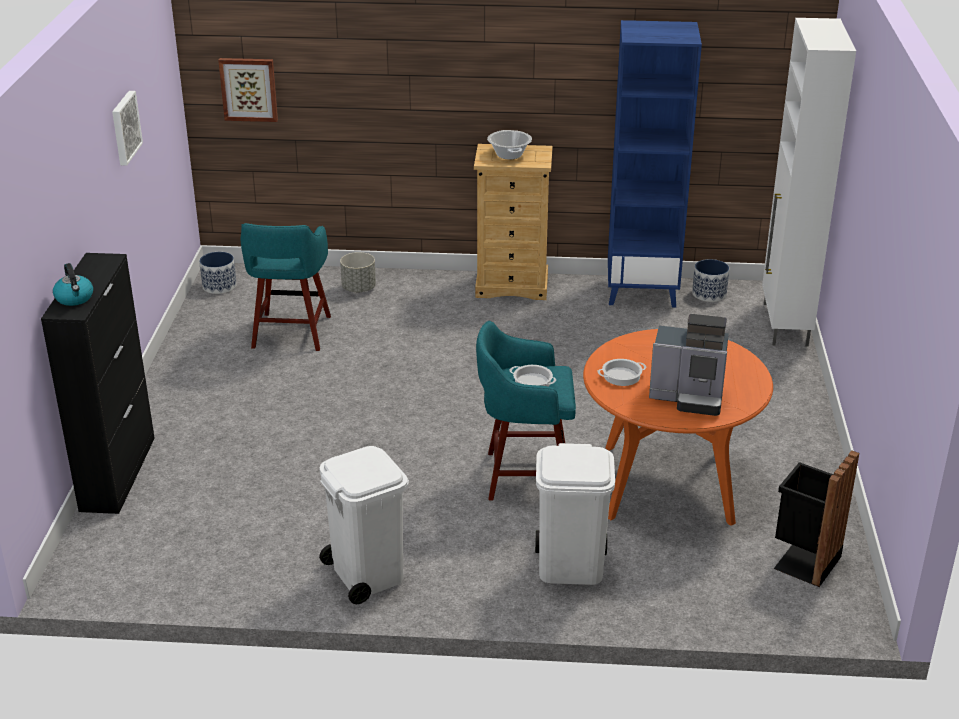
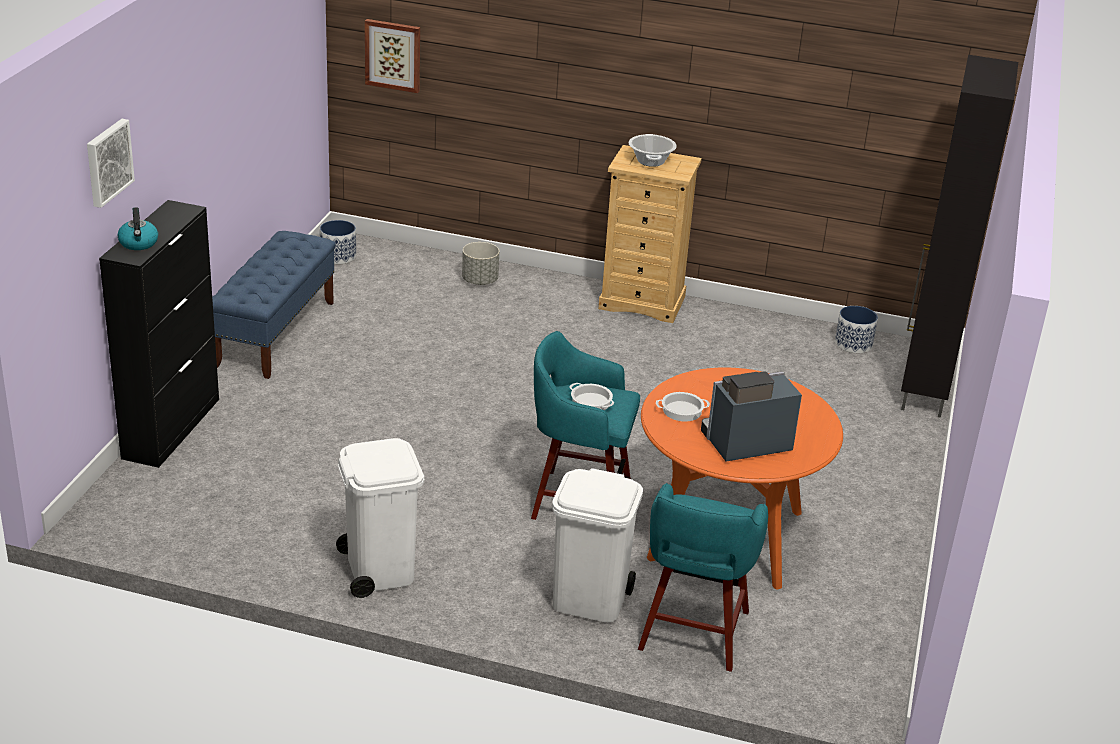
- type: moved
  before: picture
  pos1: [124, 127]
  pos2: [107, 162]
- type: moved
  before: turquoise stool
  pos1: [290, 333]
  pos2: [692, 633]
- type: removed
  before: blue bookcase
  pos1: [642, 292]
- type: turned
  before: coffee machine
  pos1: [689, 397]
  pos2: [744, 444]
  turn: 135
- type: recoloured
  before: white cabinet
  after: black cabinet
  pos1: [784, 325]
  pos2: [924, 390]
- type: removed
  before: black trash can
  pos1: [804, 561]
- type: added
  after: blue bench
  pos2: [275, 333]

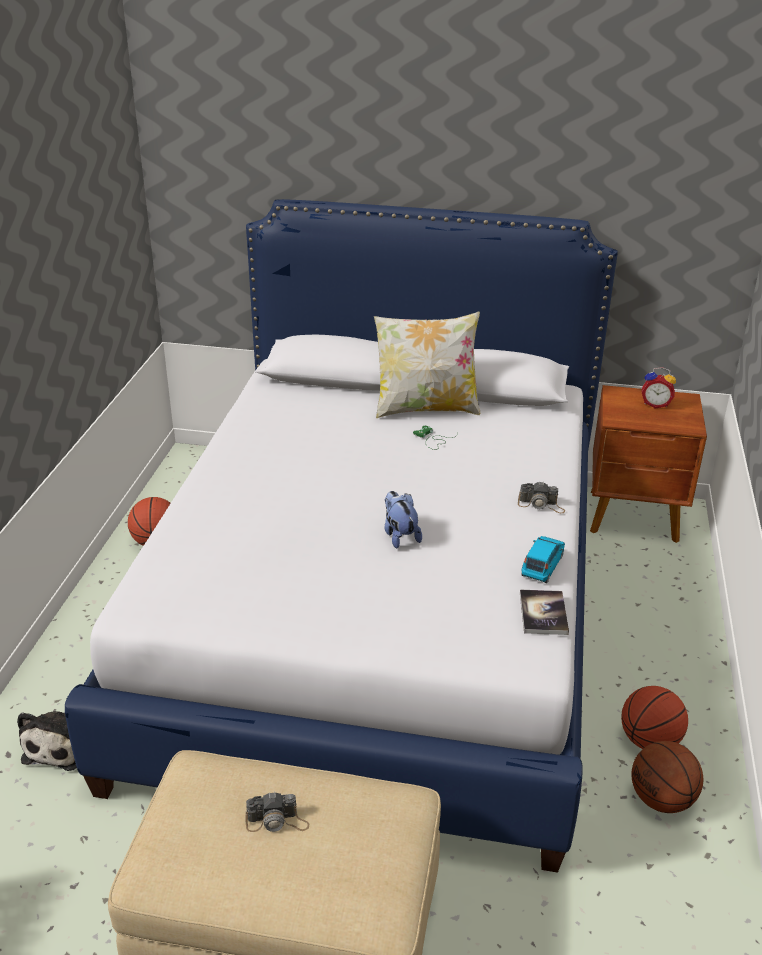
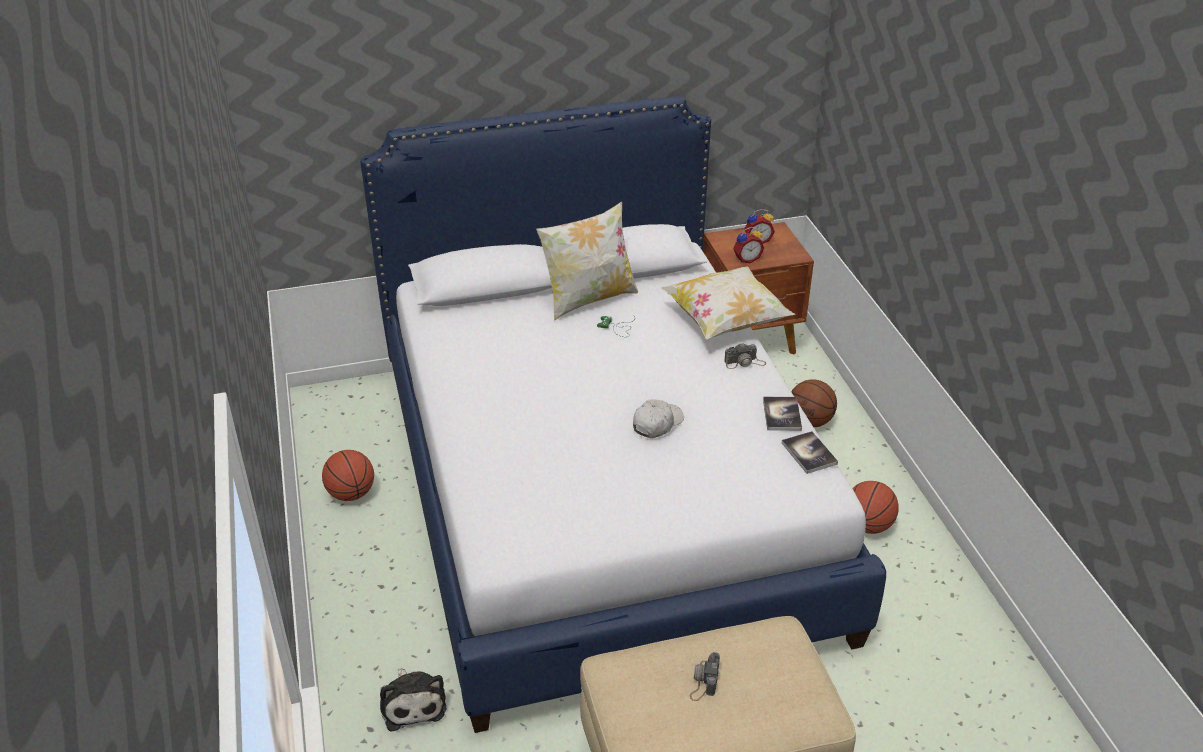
- type: turned
  before: photo camera
  pos1: [277, 821]
  pos2: [704, 681]
  turn: 135
- type: replaced
  before: plush toy
  after: white cap
  pos1: [399, 535]
  pos2: [657, 423]
- type: replaced
  before: blue toy car
  after: book
  pos1: [542, 566]
  pos2: [782, 415]
- type: moved
  before: basketball
  pos1: [662, 800]
  pos2: [810, 421]
- type: added
  after: pillow
  pos2: [725, 322]
- type: added
  after: alarm clock
  pos2: [746, 259]

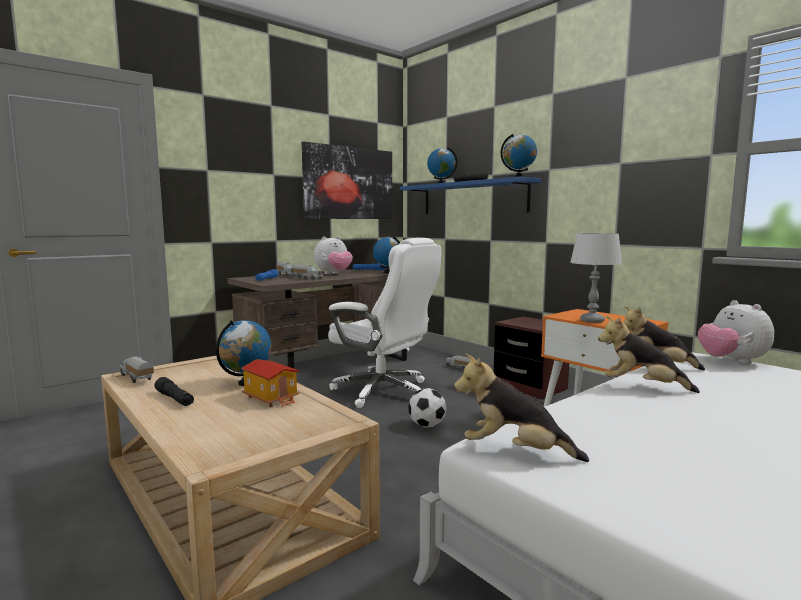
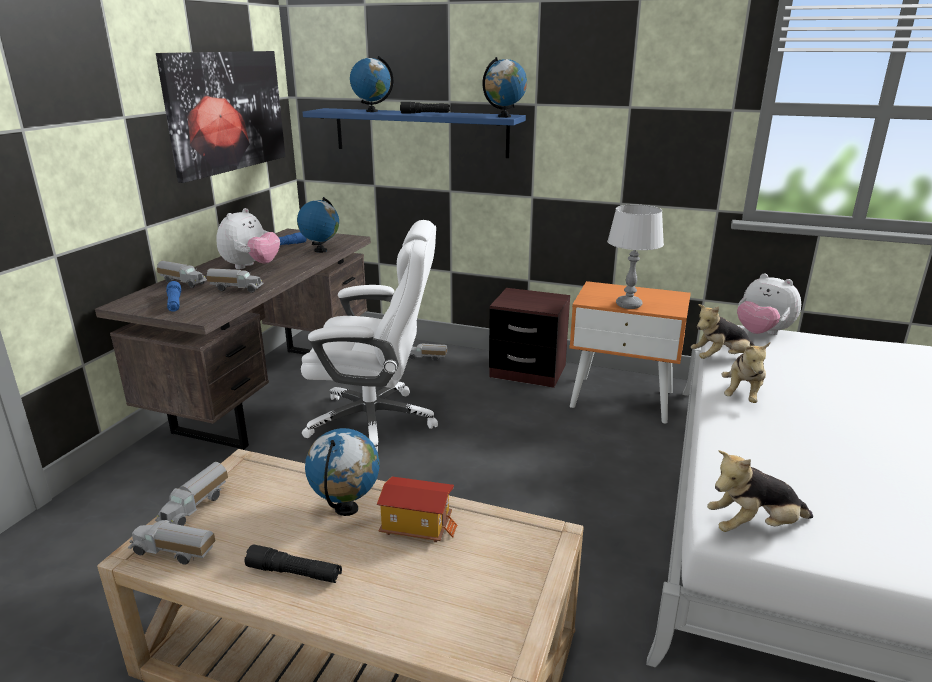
- type: removed
  before: football
  pos1: [427, 425]
- type: turned
  before: plush toy
  pos1: [642, 387]
  pos2: [742, 395]
  turn: -60
- type: added
  after: toy truck
  pos2: [196, 507]

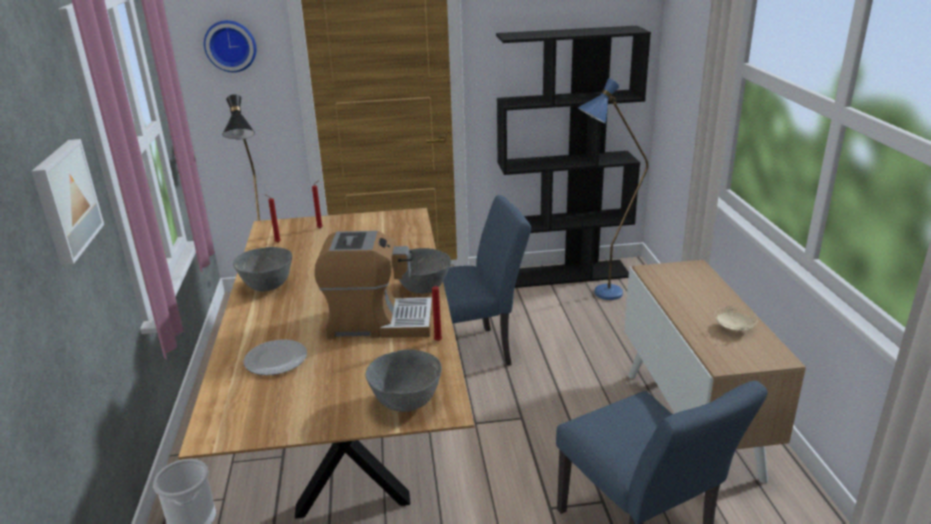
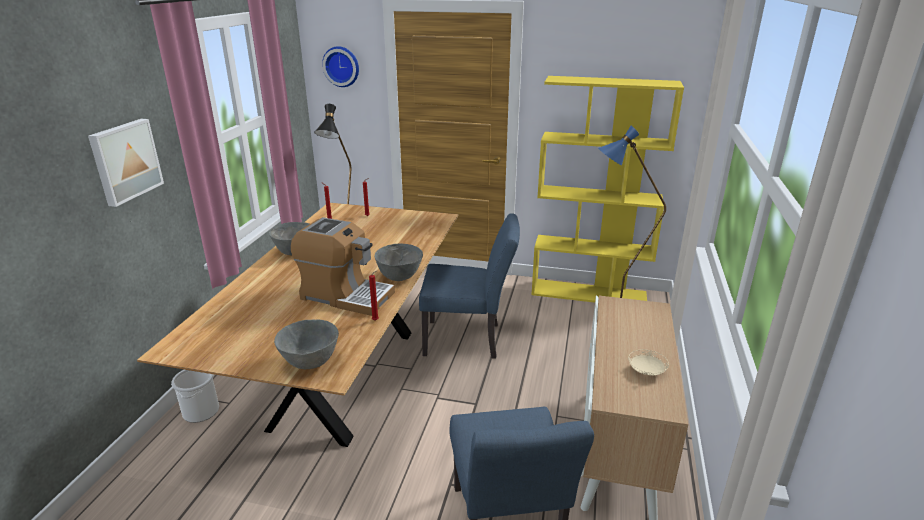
- type: removed
  before: plate
  pos1: [275, 360]
- type: recoloured
  before: black bookcase
  after: yellow bookcase
  pos1: [564, 274]
  pos2: [589, 293]

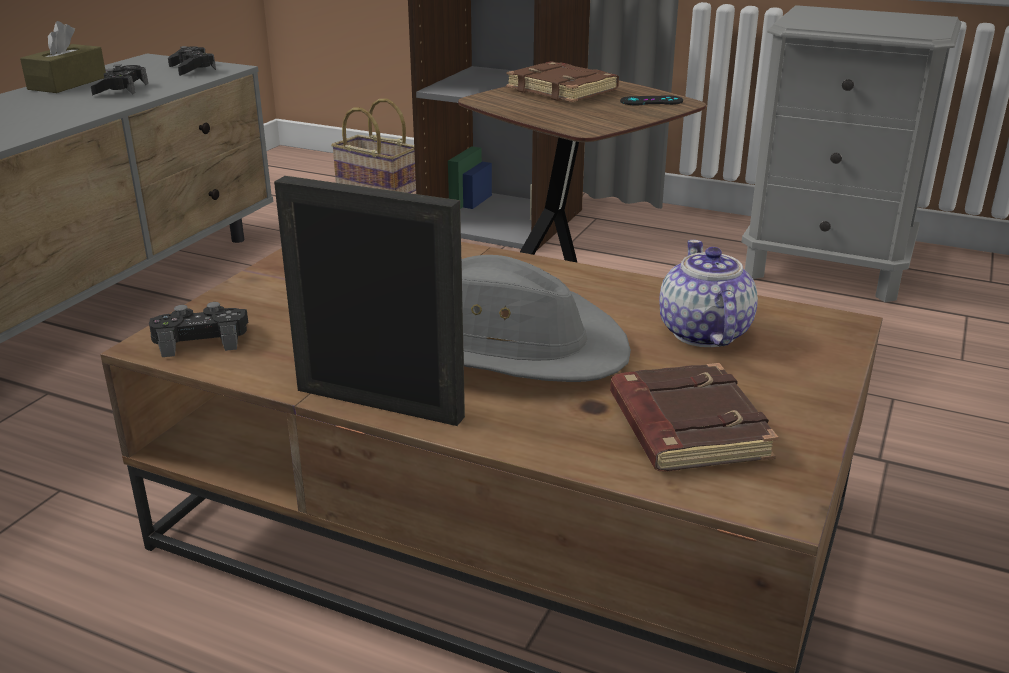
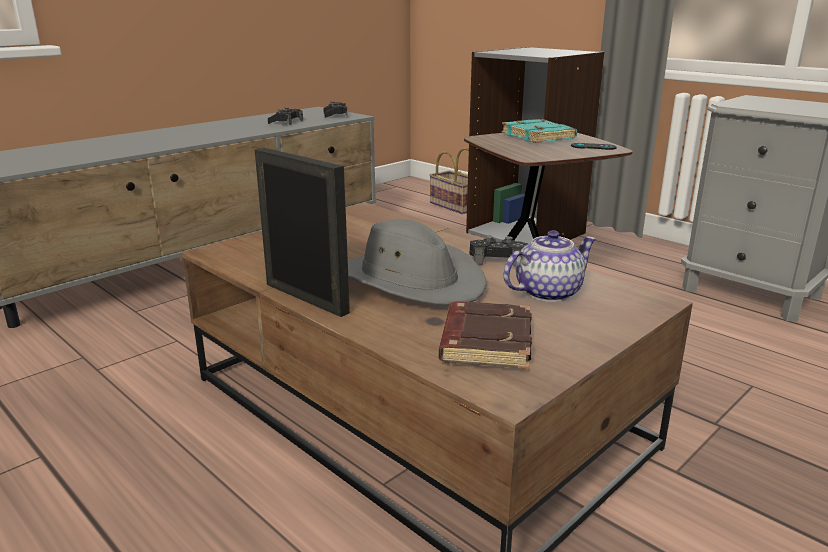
- type: removed
  before: brown tissue box
  pos1: [67, 83]
- type: moved
  before: black game controller
  pos1: [201, 340]
  pos2: [498, 259]
- type: recoloured
  before: brown book
  after: turquoise book
  pos1: [564, 90]
  pos2: [539, 137]
- type: turned
  before: teapot
  pos1: [703, 333]
  pos2: [547, 292]
  turn: 45

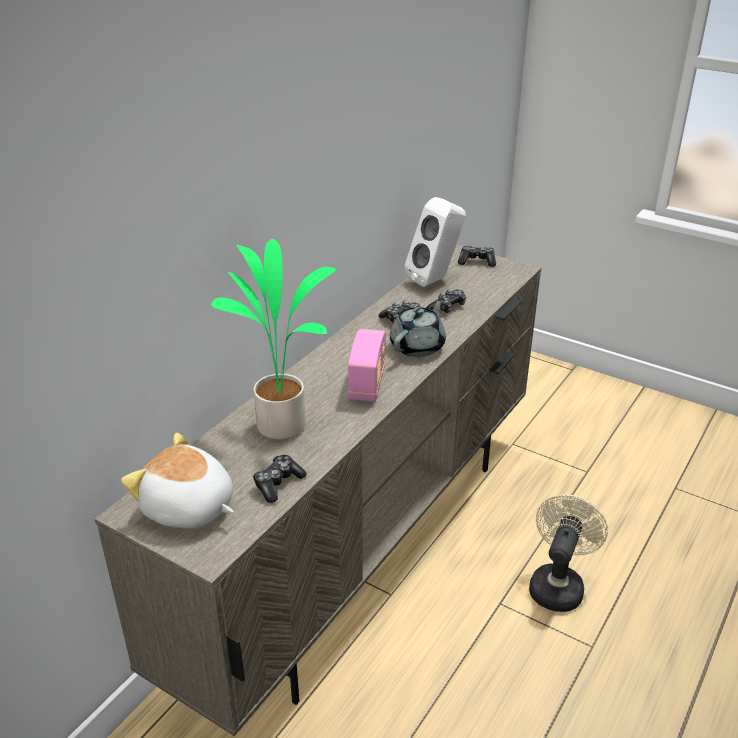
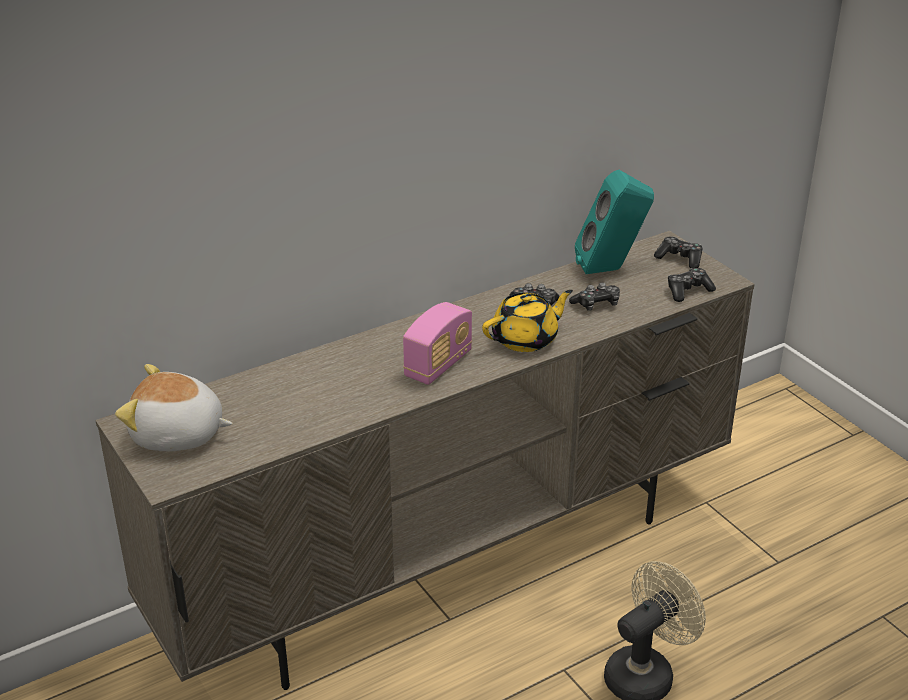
- type: turned
  before: plush toy
  pos1: [188, 508]
  pos2: [177, 435]
  turn: -45
- type: removed
  before: potted plant
  pos1: [282, 424]
- type: moved
  before: game controller
  pos1: [278, 484]
  pos2: [688, 291]
- type: recoloured
  before: grey teapot
  after: yellow teapot
  pos1: [418, 346]
  pos2: [526, 339]
- type: recoloured
  before: white speaker
  after: turquoise speaker
  pos1: [436, 280]
  pos2: [611, 269]

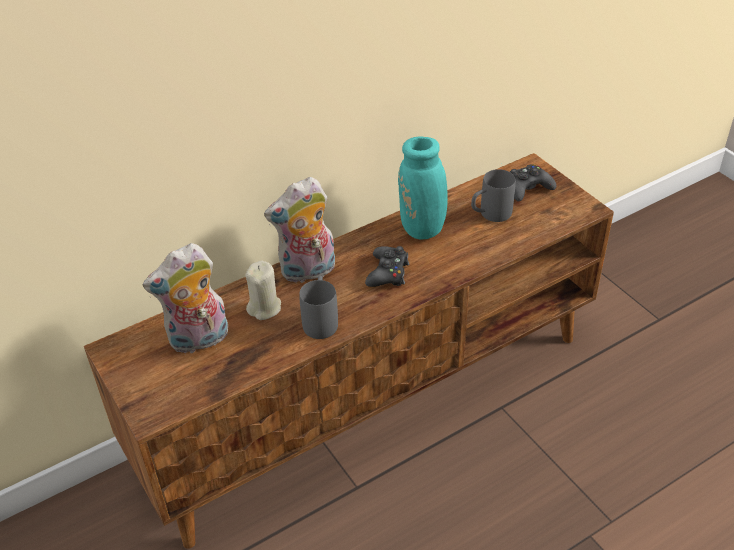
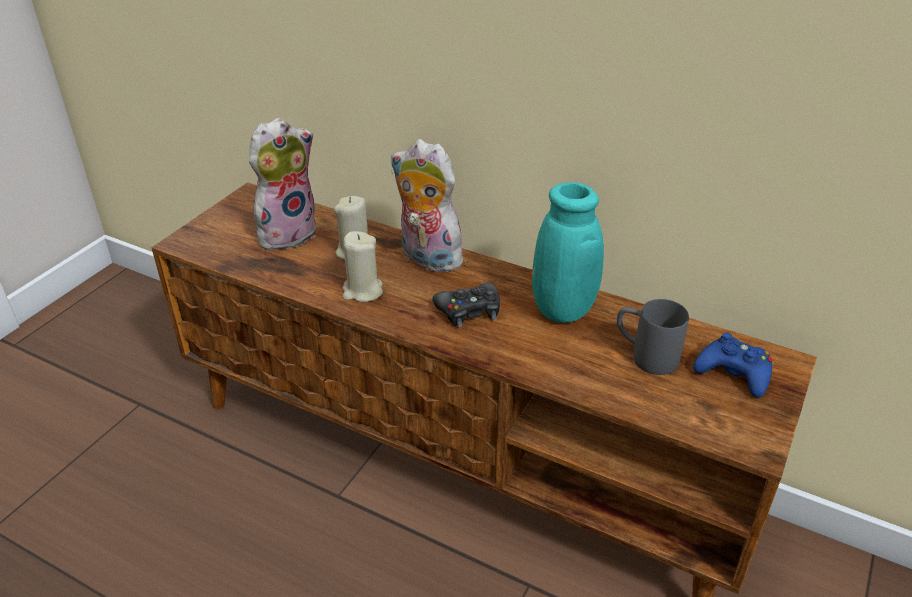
- type: turned
  before: plush toy
  pos1: [198, 340]
  pos2: [287, 232]
  turn: 105
- type: replaced
  before: grey mug
  after: beige candle
  pos1: [321, 320]
  pos2: [362, 291]
- type: recoloured
  before: black game controller
  after: blue game controller
  pos1: [527, 188]
  pos2: [734, 373]

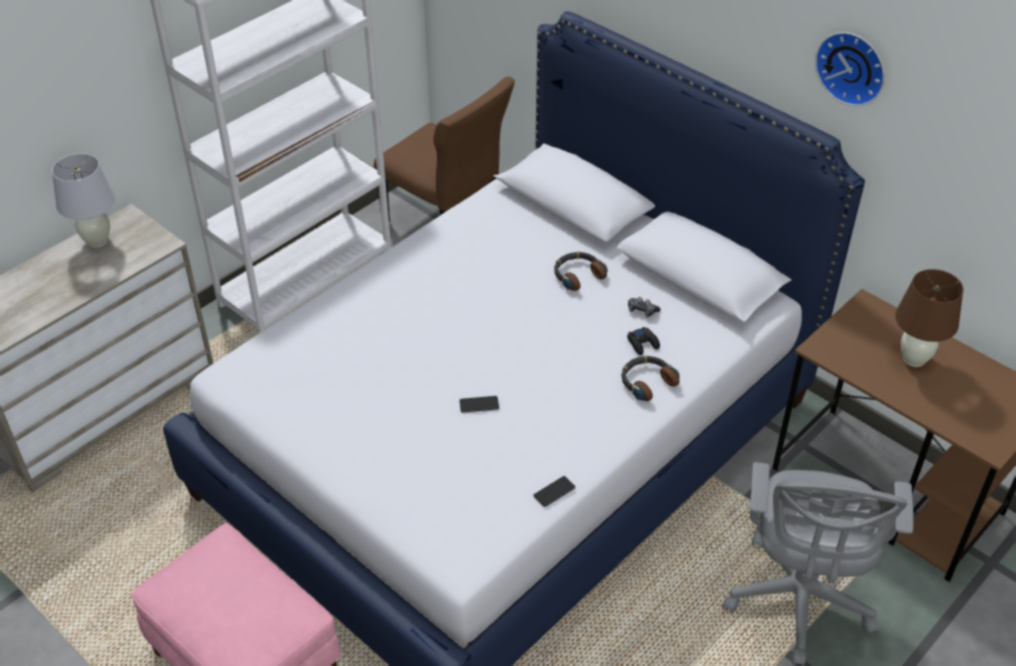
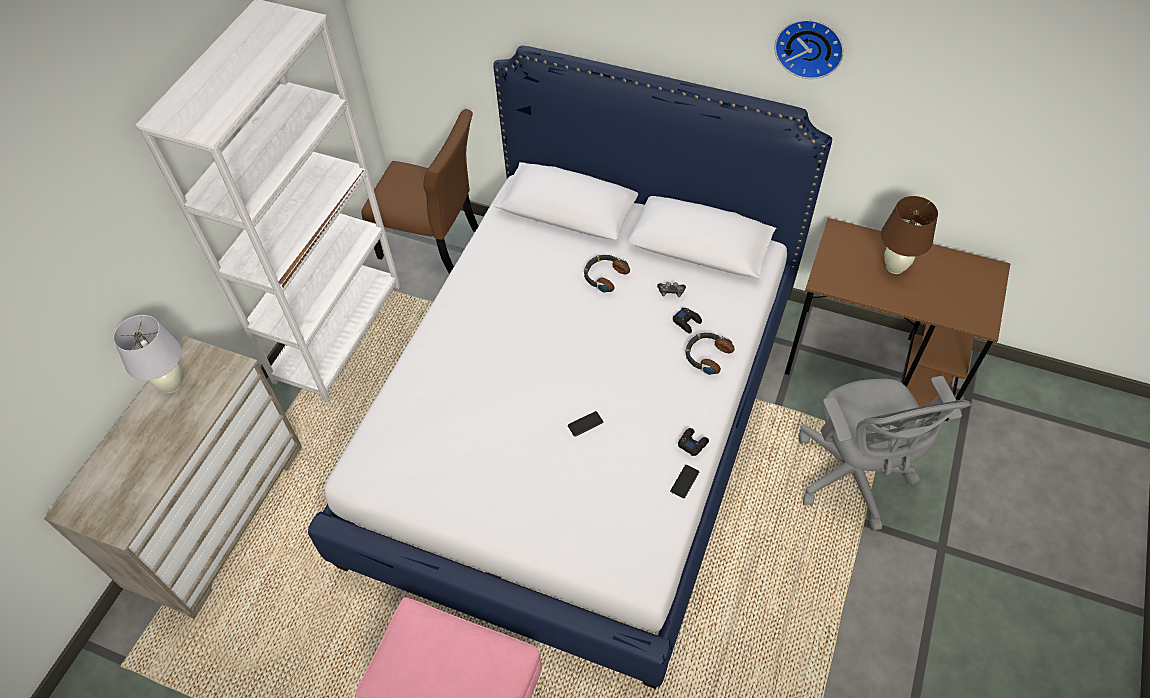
- type: added
  after: black game controller
  pos2: [692, 443]

